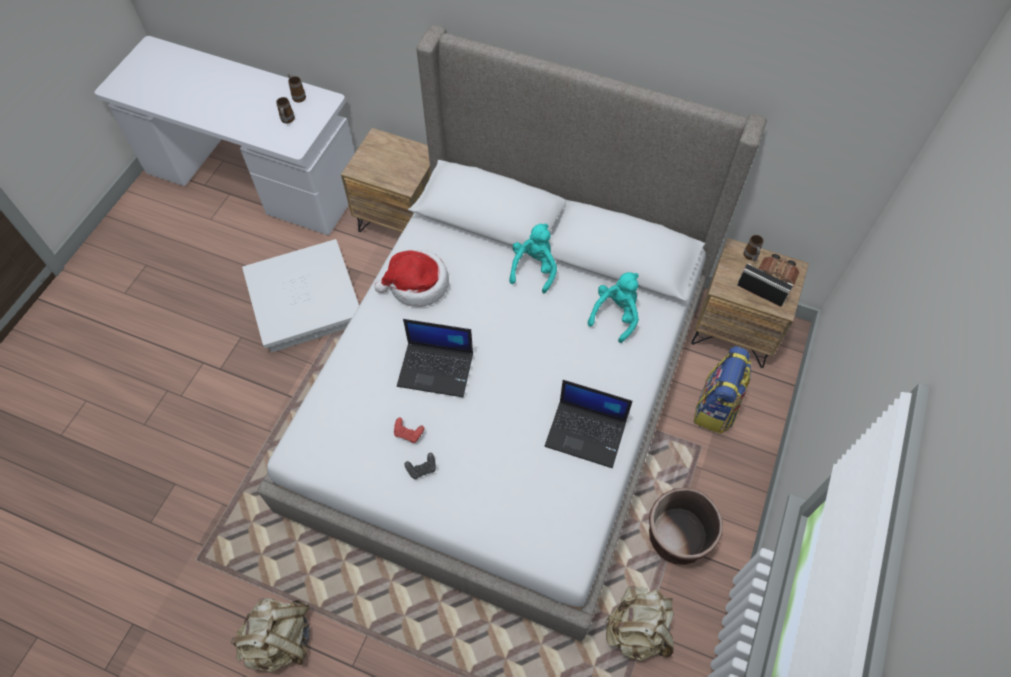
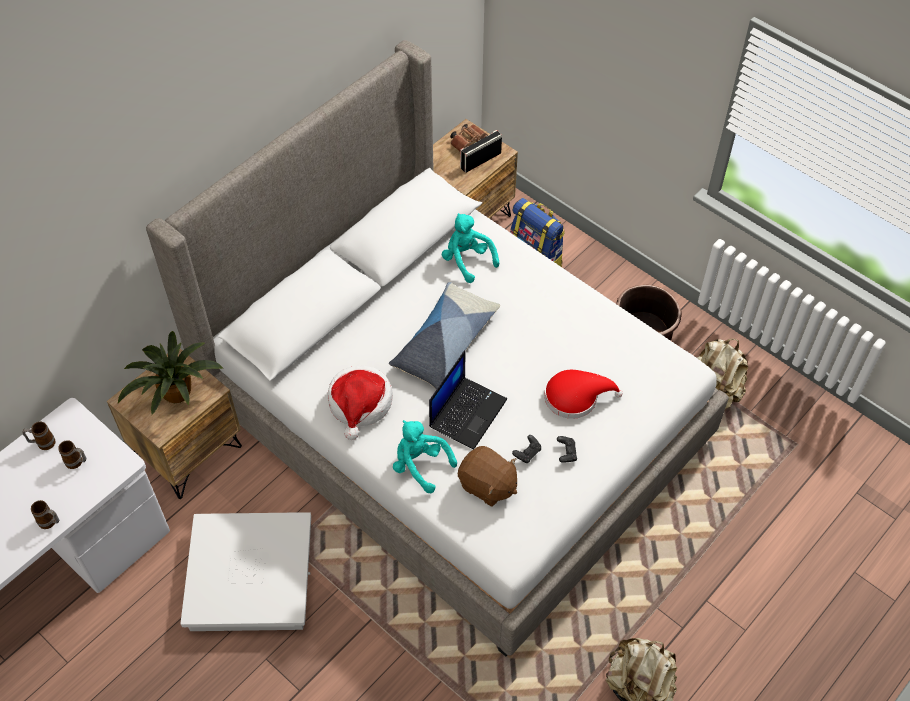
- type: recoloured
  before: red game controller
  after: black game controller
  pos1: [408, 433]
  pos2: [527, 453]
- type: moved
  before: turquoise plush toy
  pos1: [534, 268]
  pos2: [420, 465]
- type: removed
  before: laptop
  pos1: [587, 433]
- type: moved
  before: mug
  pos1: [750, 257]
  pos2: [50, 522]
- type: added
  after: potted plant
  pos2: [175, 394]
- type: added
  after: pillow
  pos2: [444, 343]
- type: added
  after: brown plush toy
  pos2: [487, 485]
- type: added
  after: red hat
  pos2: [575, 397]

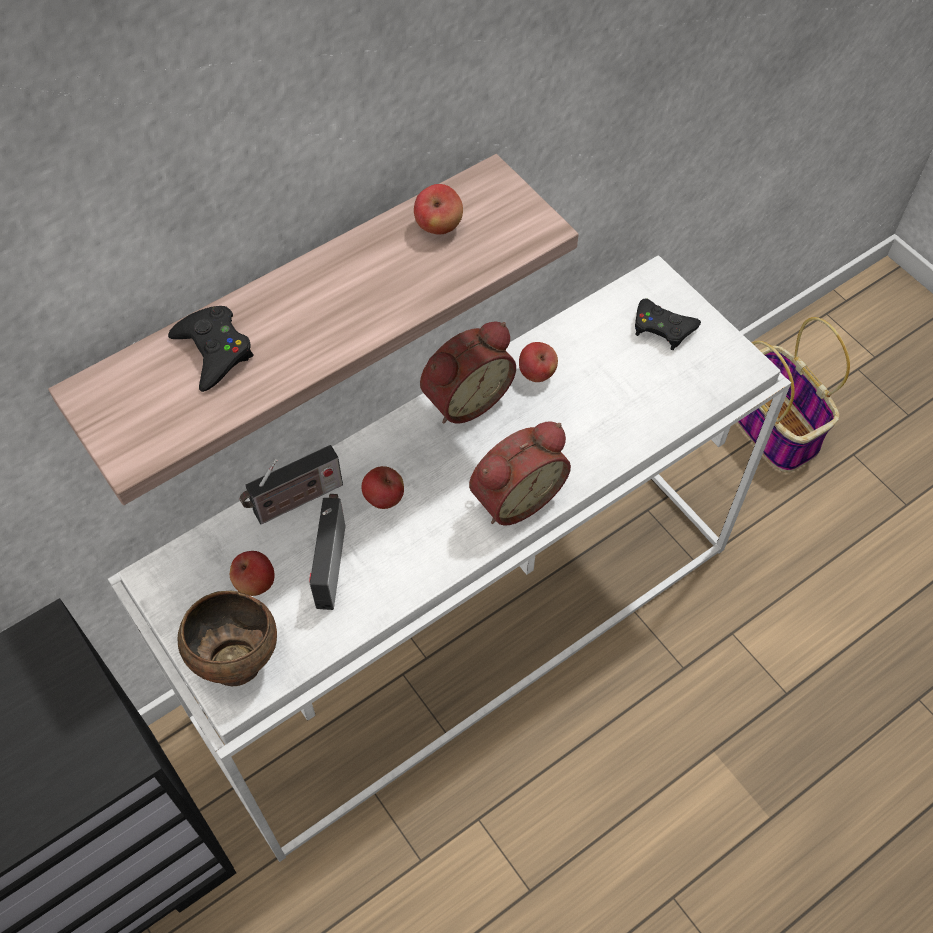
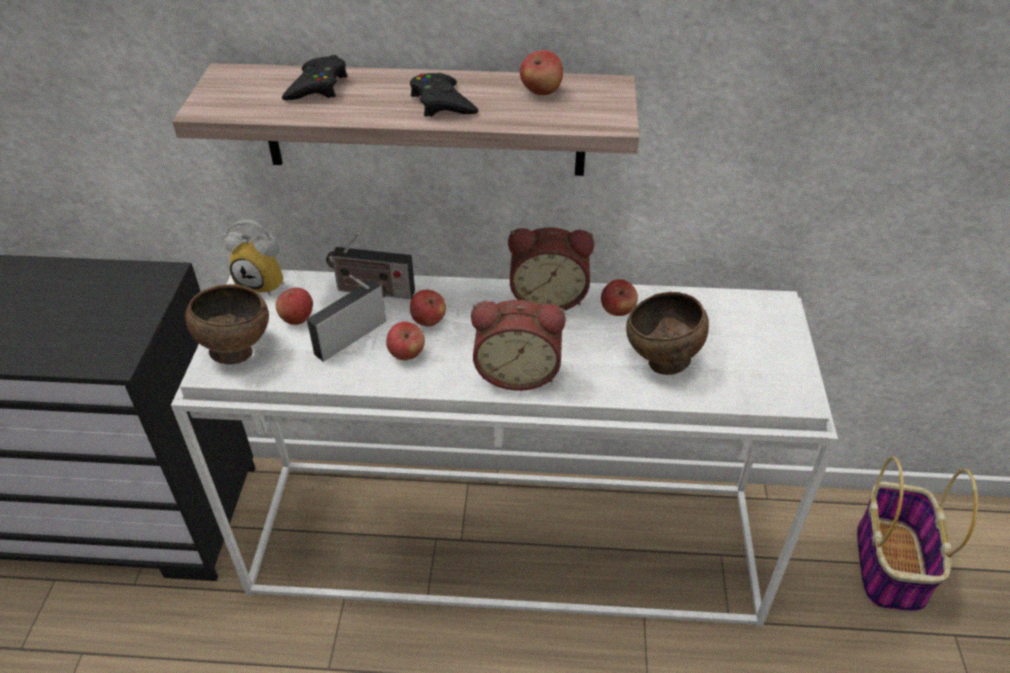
- type: moved
  before: black game controller
  pos1: [663, 327]
  pos2: [442, 103]
- type: added
  after: alarm clock
  pos2: [266, 282]
- type: added
  after: apple
  pos2: [407, 354]
- type: added
  after: brown bowl
  pos2: [662, 363]

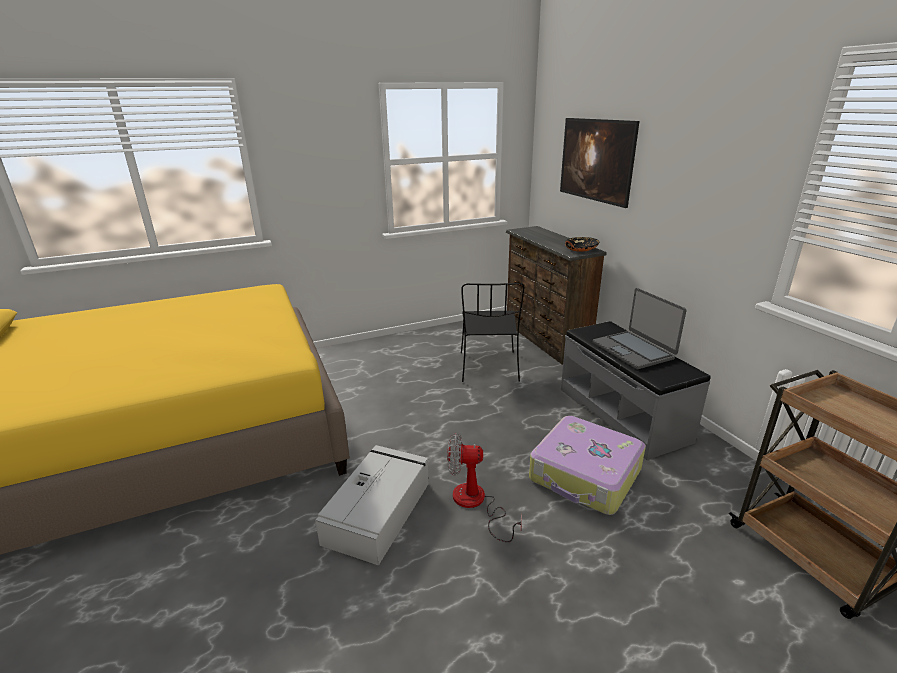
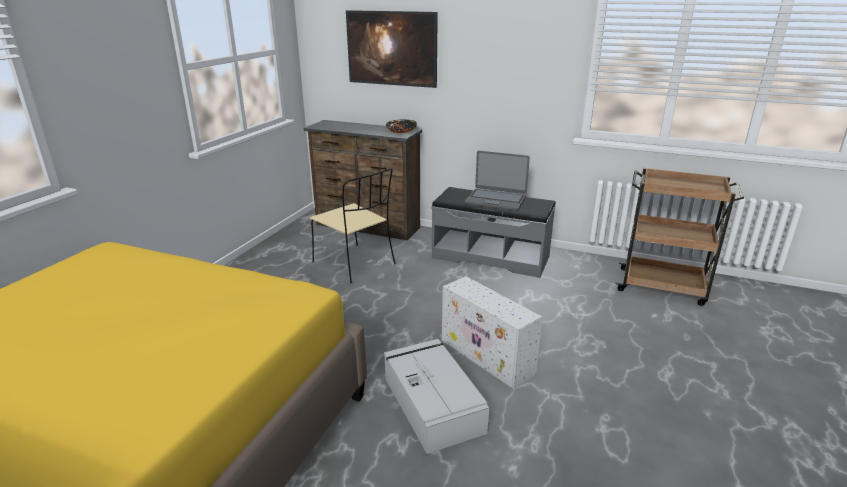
- type: replaced
  before: fan
  after: white storage box
  pos1: [476, 503]
  pos2: [488, 357]
- type: recoloured
  before: black chair
  after: beige chair
  pos1: [489, 368]
  pos2: [355, 264]
- type: removed
  before: suitcase
  pos1: [585, 475]

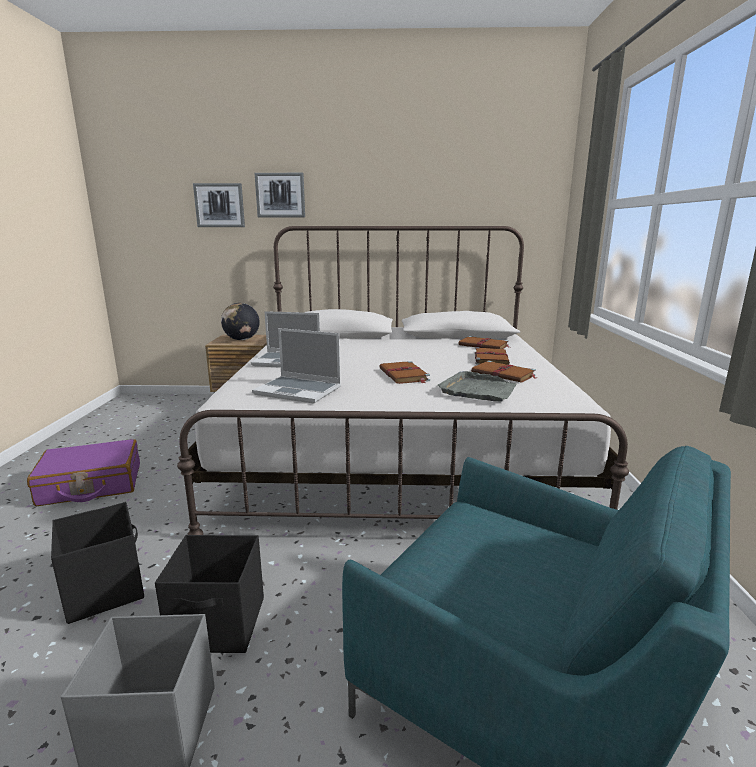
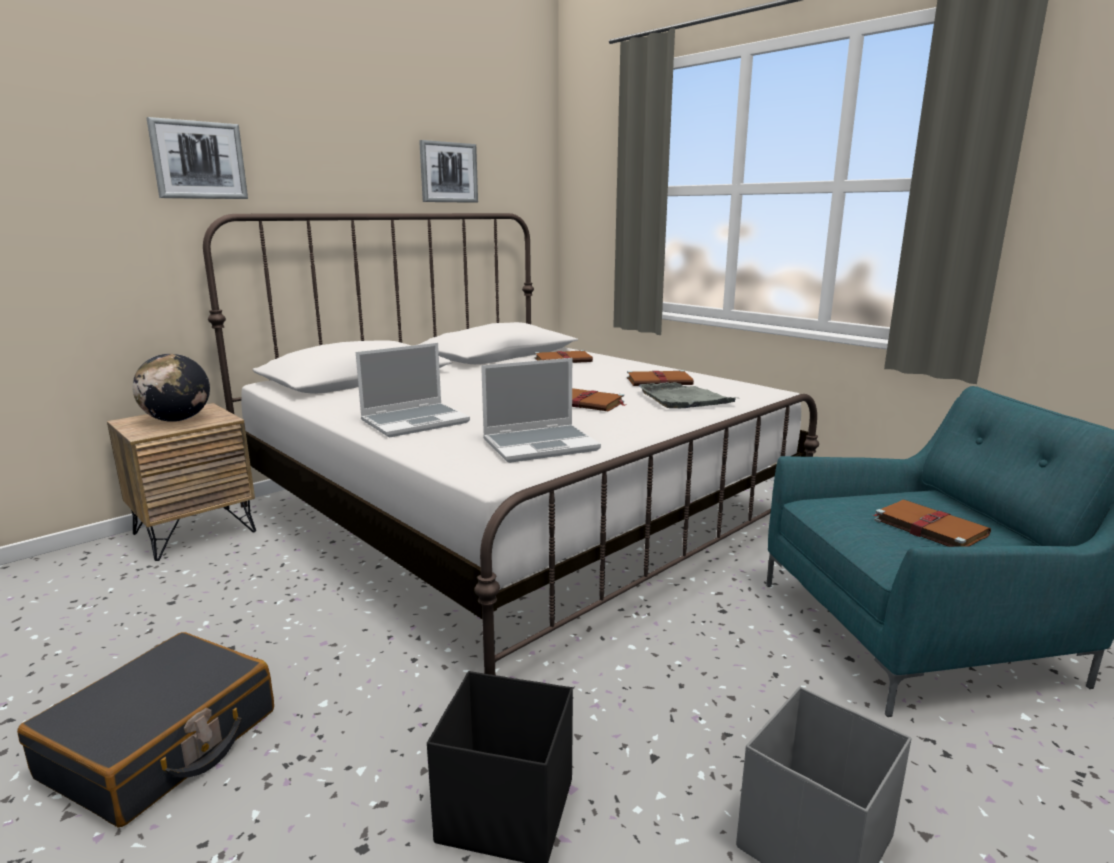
- type: recoloured
  before: purple suitcase
  after: black suitcase
  pos1: [91, 485]
  pos2: [162, 744]
- type: removed
  before: black storage box
  pos1: [219, 625]
- type: moved
  before: picture
  pos1: [219, 205]
  pos2: [448, 172]
- type: moved
  before: brown book
  pos1: [491, 358]
  pos2: [928, 527]

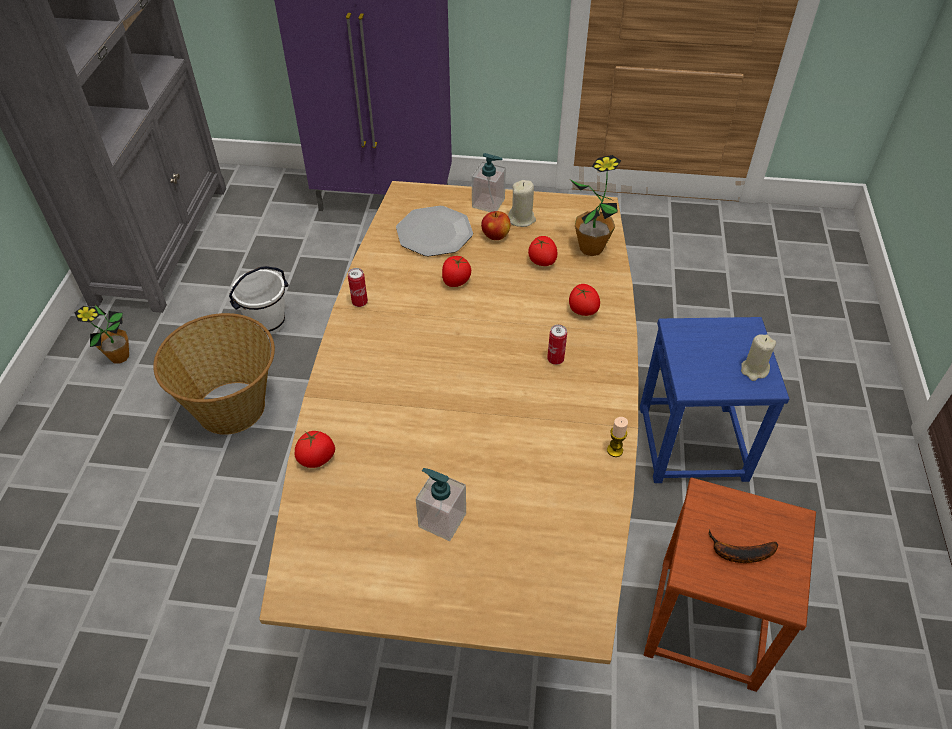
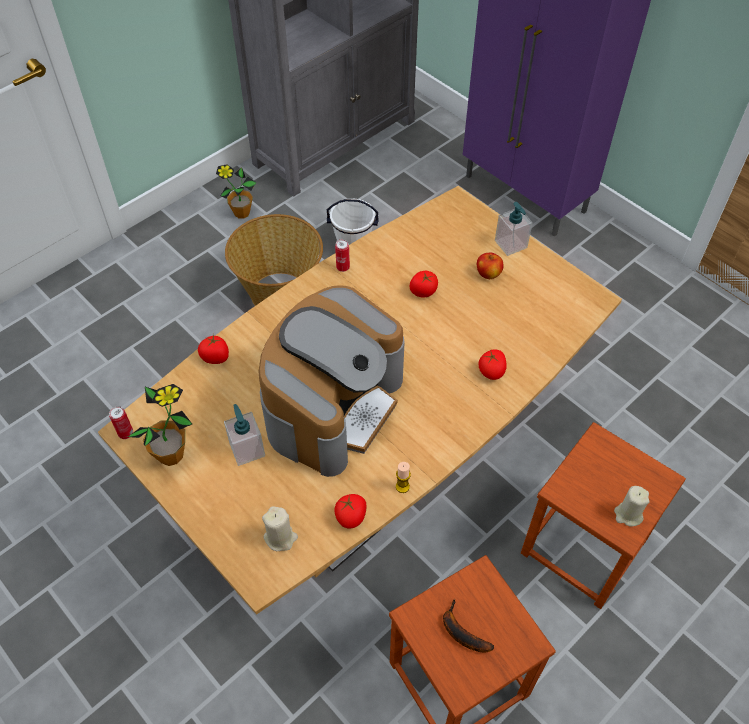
- type: removed
  before: plate
  pos1: [434, 233]
- type: moved
  before: beige candle
  pos1: [522, 219]
  pos2: [280, 537]
- type: moved
  before: tomato
  pos1: [542, 261]
  pos2: [351, 516]
- type: moved
  before: can
  pos1: [555, 359]
  pos2: [126, 433]
- type: moved
  before: potted plant
  pos1: [591, 248]
  pos2: [171, 455]
- type: recoloured
  before: blue stool
  after: brown stool
  pos1: [693, 443]
  pos2: [584, 547]
- type: added
  after: coffee machine
  pos2: [333, 405]

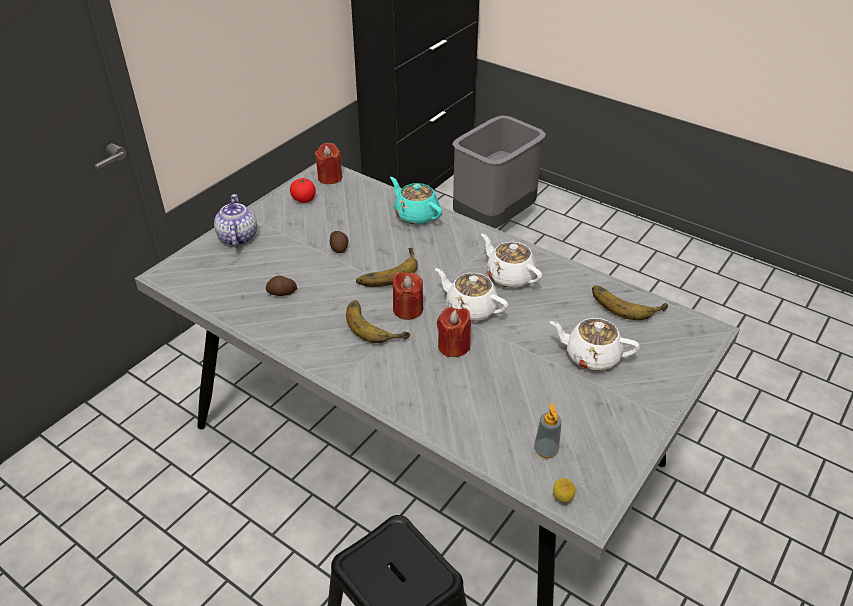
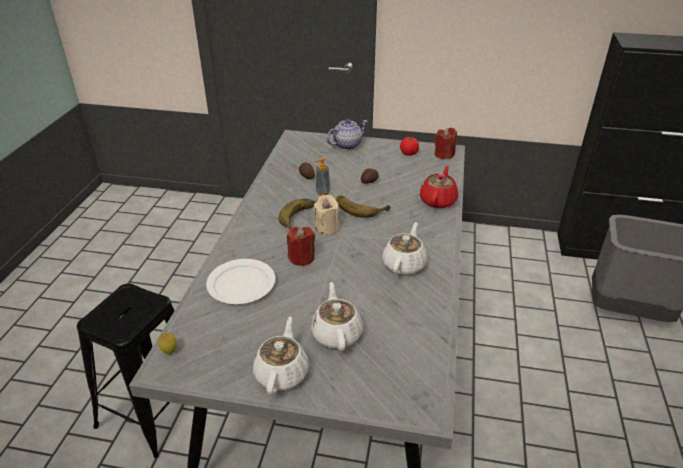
- type: recoloured
  before: turquoise teapot
  after: red teapot
  pos1: [416, 215]
  pos2: [438, 200]
- type: recoloured
  before: red candle
  after: beige candle
  pos1: [408, 309]
  pos2: [327, 227]
- type: moved
  before: white teapot
  pos1: [470, 308]
  pos2: [282, 372]
- type: moved
  before: soap dispenser
  pos1: [546, 450]
  pos2: [322, 192]
- type: removed
  before: banana
  pos1: [626, 303]
- type: added
  after: white plate
  pos2: [242, 284]

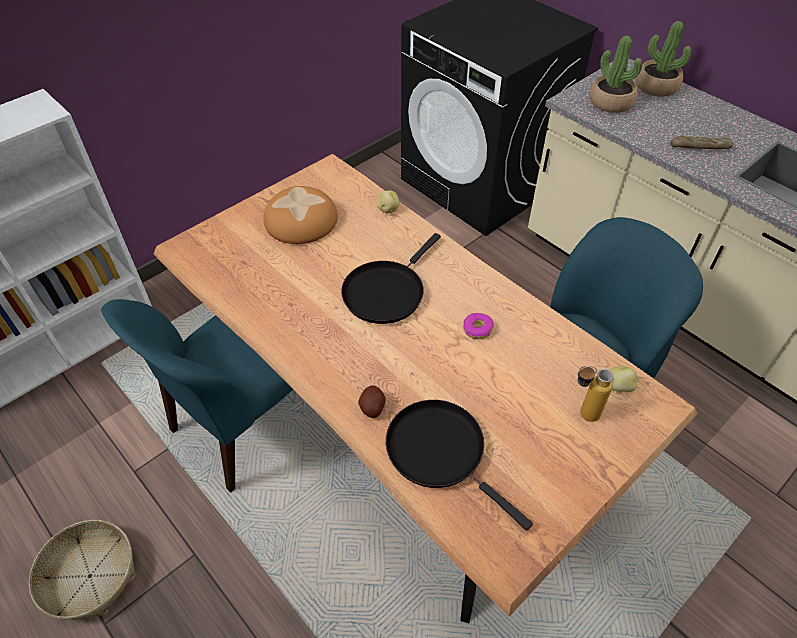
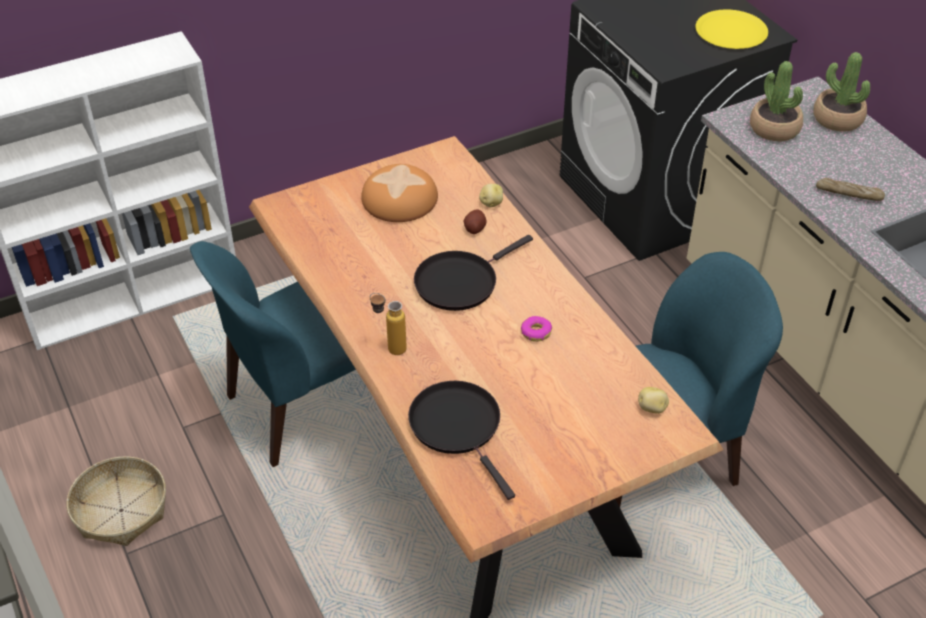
- type: moved
  before: potato
  pos1: [372, 407]
  pos2: [474, 228]
- type: moved
  before: bottle
  pos1: [581, 414]
  pos2: [389, 348]
- type: added
  after: yellow plate
  pos2: [731, 31]

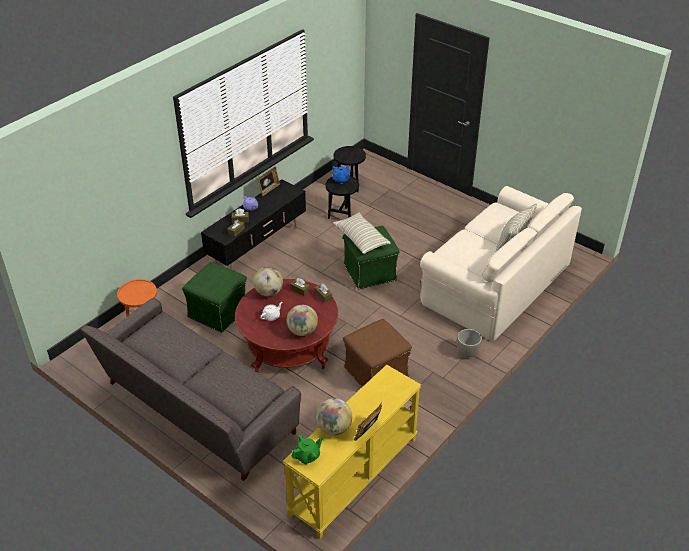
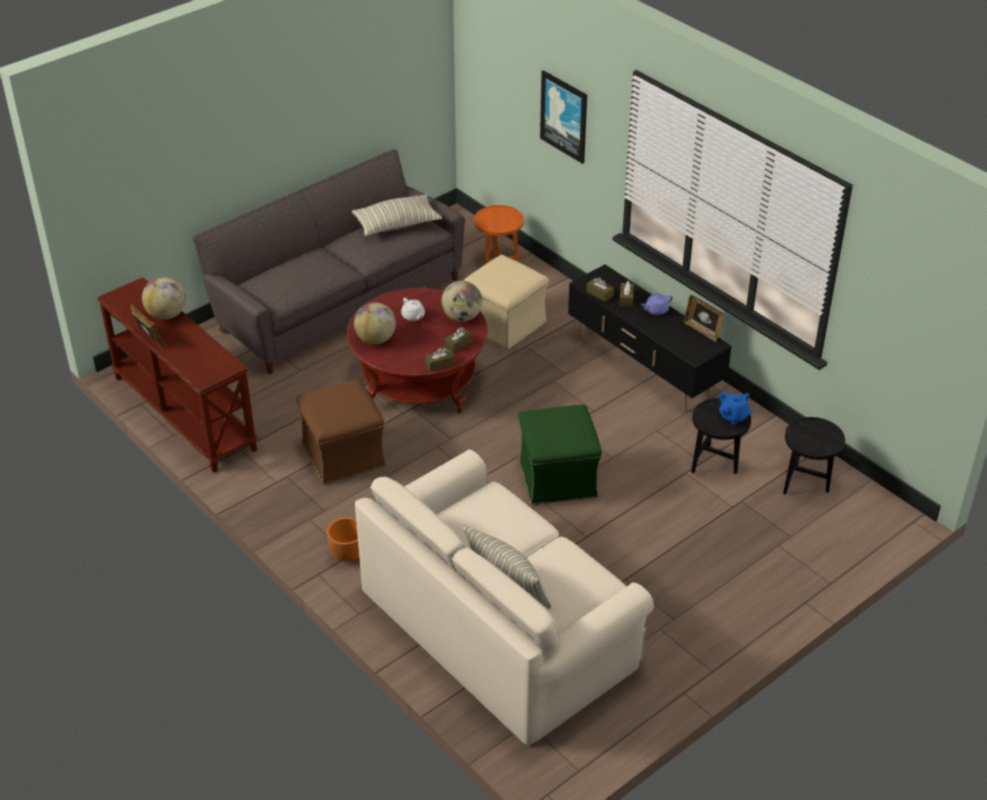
- type: recoloured
  before: green ottoman
  after: beige ottoman
  pos1: [218, 312]
  pos2: [505, 325]
- type: recoloured
  before: yellow console table
  after: brown console table
  pos1: [354, 477]
  pos2: [183, 413]
- type: removed
  before: green teapot
  pos1: [307, 456]
- type: moved
  before: pillow
  pos1: [361, 239]
  pos2: [397, 225]
- type: recoloured
  before: grey planter
  after: orange planter
  pos1: [467, 353]
  pos2: [347, 555]
- type: added
  after: picture
  pos2: [564, 116]

